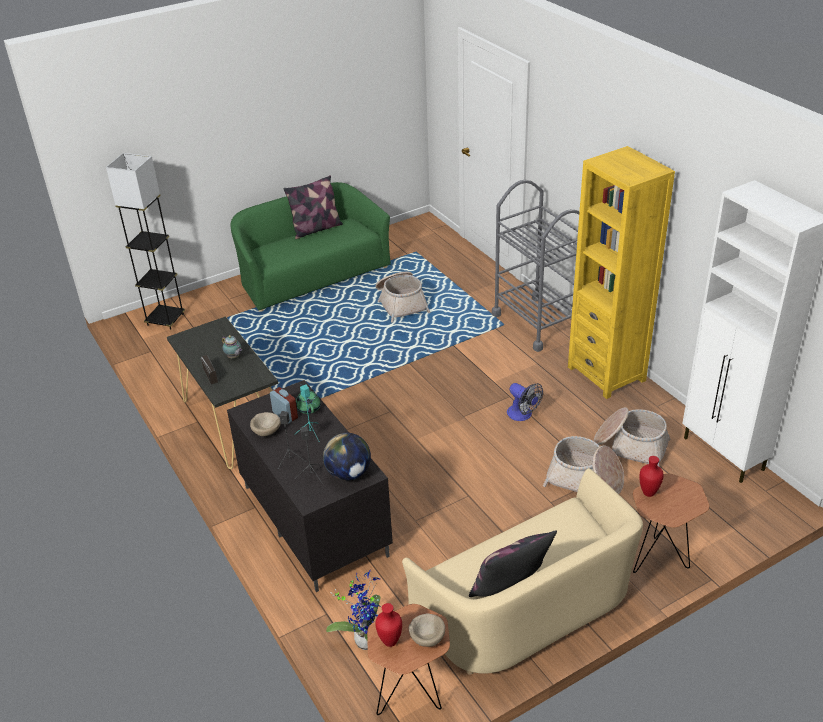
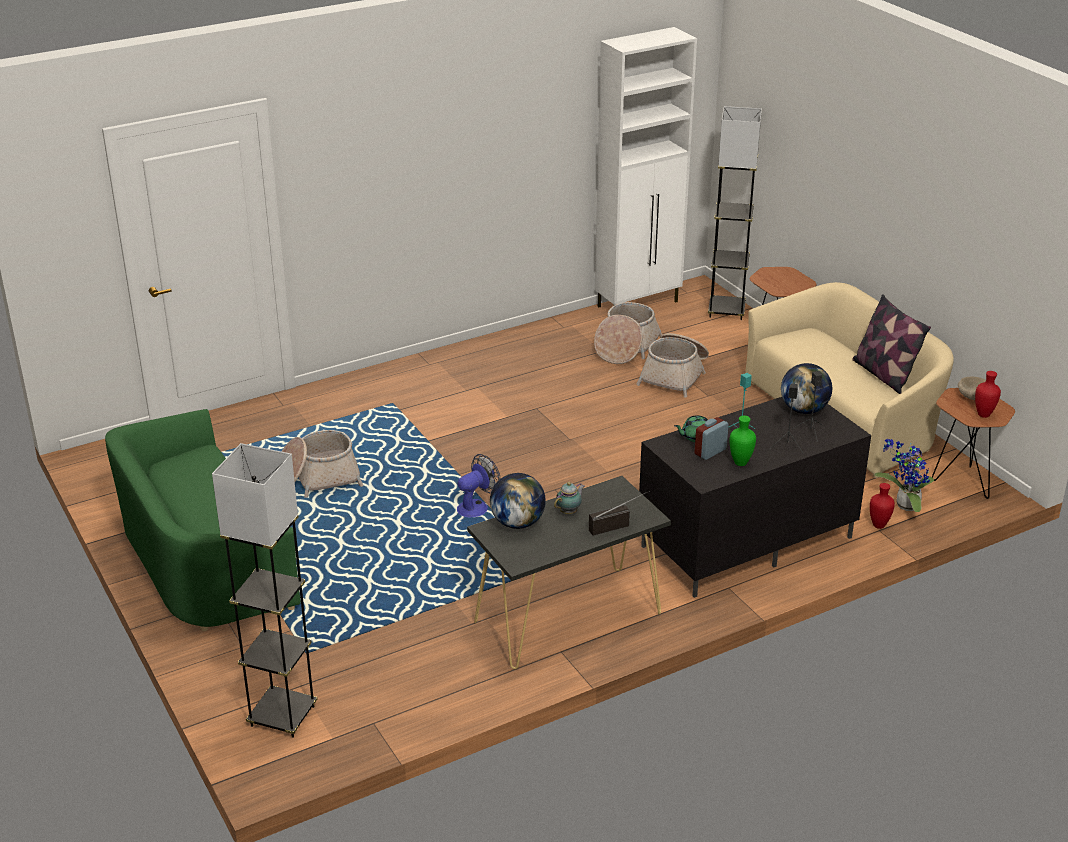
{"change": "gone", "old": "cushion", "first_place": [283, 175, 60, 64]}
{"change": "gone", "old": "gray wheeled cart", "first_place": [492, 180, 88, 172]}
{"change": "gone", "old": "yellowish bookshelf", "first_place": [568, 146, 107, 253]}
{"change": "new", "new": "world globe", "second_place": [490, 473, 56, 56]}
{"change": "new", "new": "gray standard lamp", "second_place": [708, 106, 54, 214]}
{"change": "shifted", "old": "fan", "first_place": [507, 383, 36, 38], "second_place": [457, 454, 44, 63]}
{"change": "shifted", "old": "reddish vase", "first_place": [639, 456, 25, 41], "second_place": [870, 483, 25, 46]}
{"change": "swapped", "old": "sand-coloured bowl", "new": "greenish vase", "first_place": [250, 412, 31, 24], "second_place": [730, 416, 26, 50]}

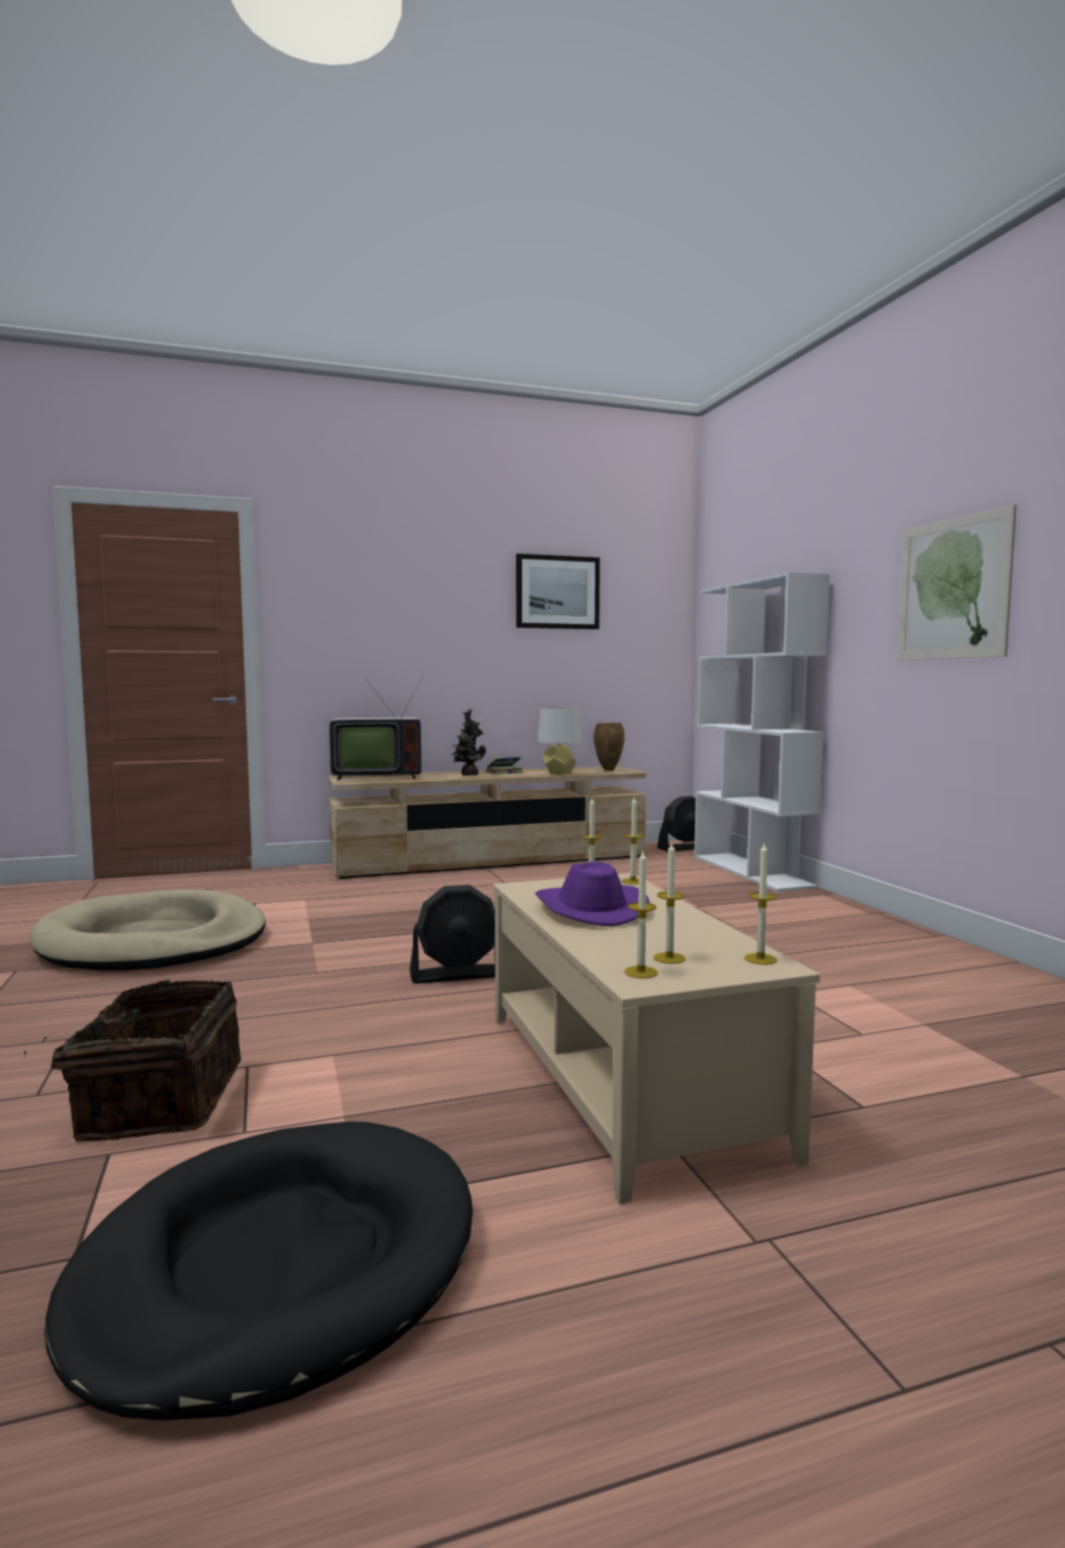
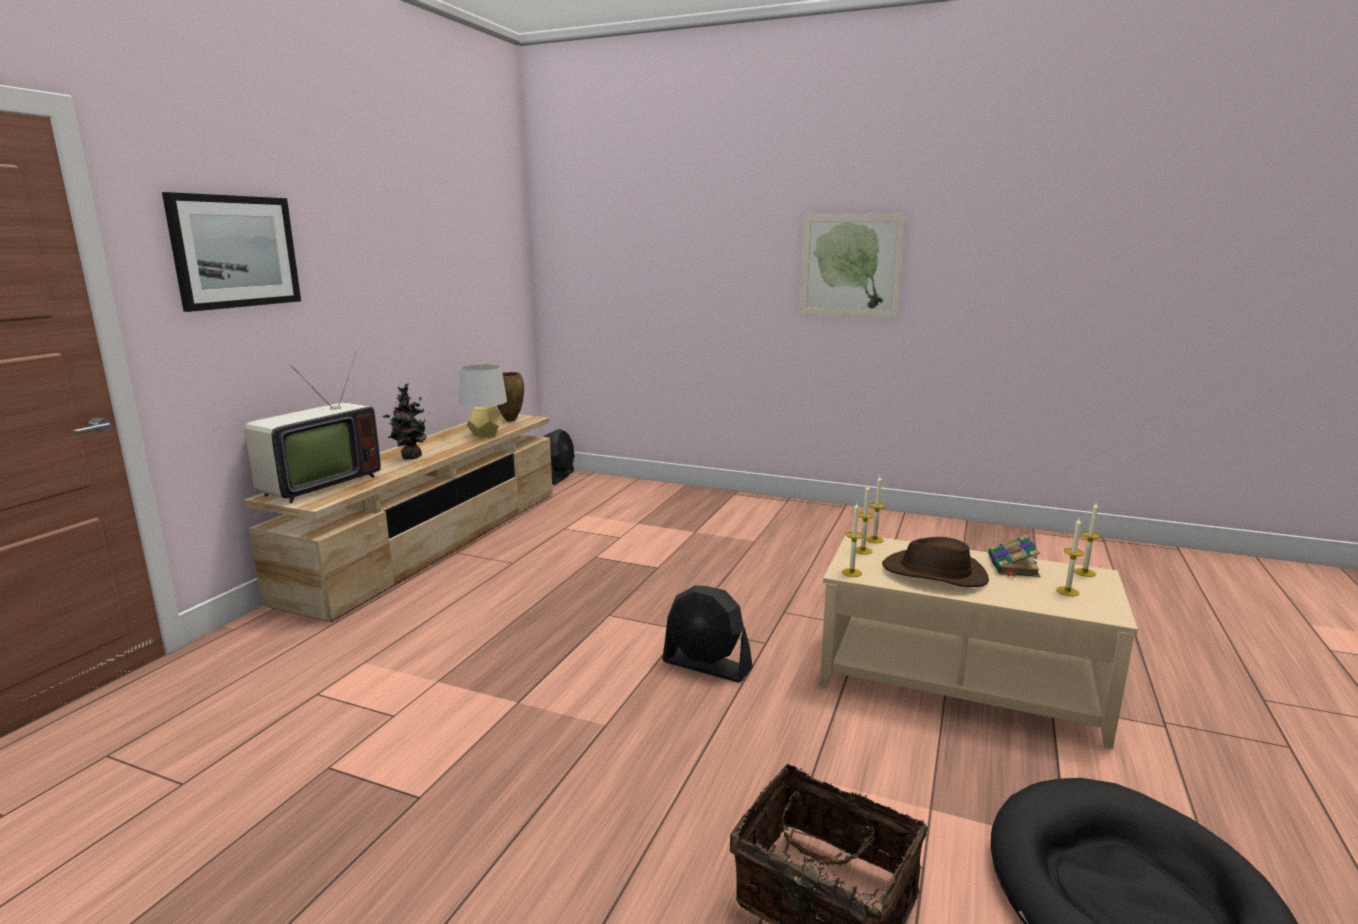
{"change": "gone", "old": "sand-coloured dog bed", "first_place": [29, 890, 237, 81]}
{"change": "gone", "old": "white bookshelf", "first_place": [694, 572, 136, 320]}
{"change": "shifted", "old": "book", "first_place": [485, 757, 38, 17], "second_place": [988, 535, 53, 43]}
{"change": "shifted", "old": "picture", "first_place": [516, 554, 84, 75], "second_place": [162, 192, 139, 120]}
{"change": "shifted", "old": "wax candle", "first_place": [624, 851, 34, 128], "second_place": [842, 503, 21, 74]}
{"change": "repainted", "old": "purplish wearable hat", "new": "brownish wearable hat", "first_place": [535, 862, 115, 64], "second_place": [882, 537, 107, 50]}
{"change": "rotated", "old": "black-coloured fan", "first_place": [409, 885, 86, 99], "second_place": [662, 585, 91, 97], "degrees": 90}

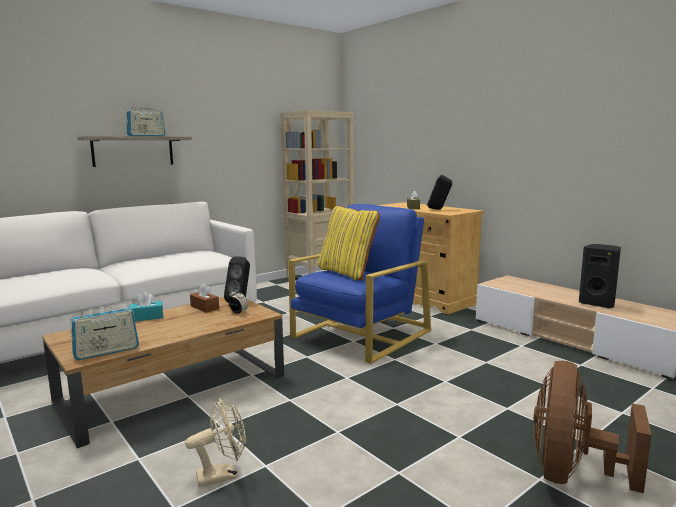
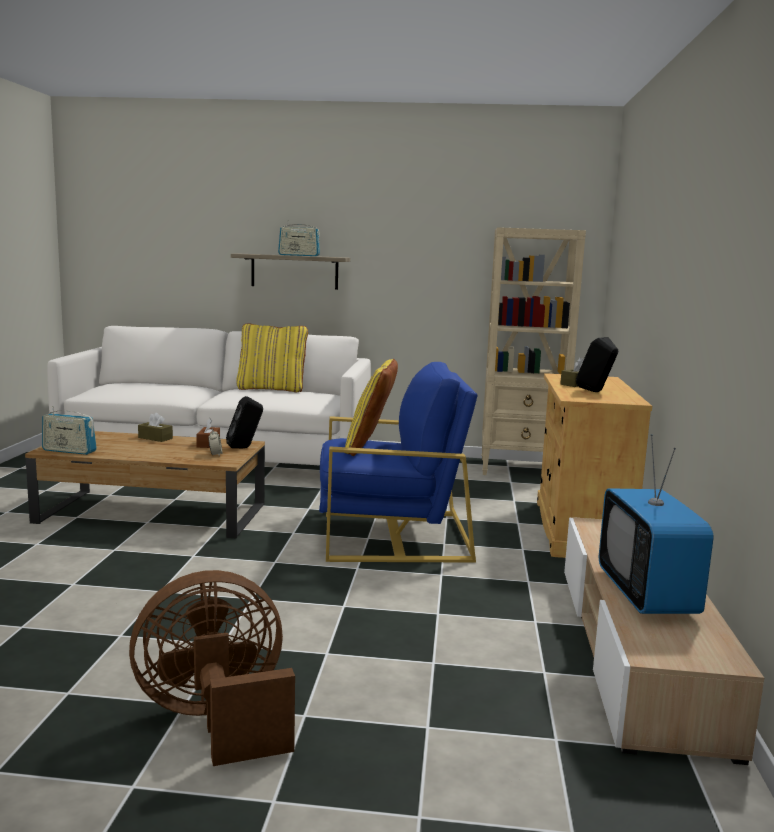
{"change": "gone", "old": "sand-coloured fan", "first_place": [185, 398, 61, 89]}
{"change": "new", "new": "yellowish cushion", "second_place": [236, 323, 72, 69]}
{"change": "swapped", "old": "black-coloured loudspeaker", "new": "TV", "first_place": [579, 244, 42, 64], "second_place": [599, 434, 115, 180]}
{"change": "repainted", "old": "blue-green tissue holder", "new": "brownish tissue holder", "first_place": [129, 292, 34, 29], "second_place": [138, 412, 35, 30]}

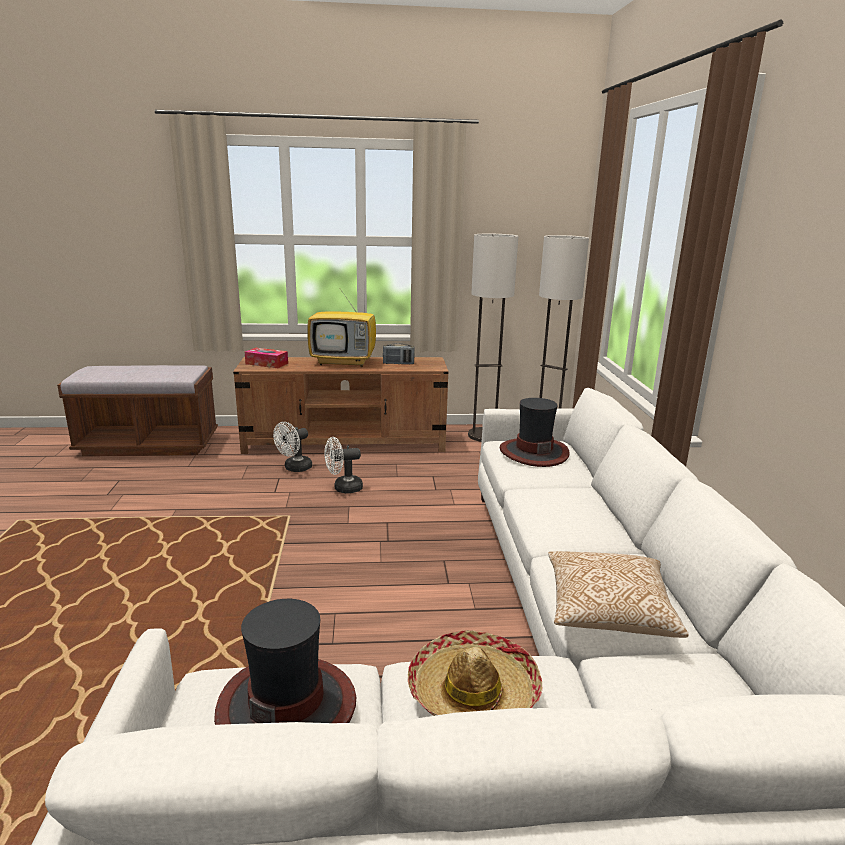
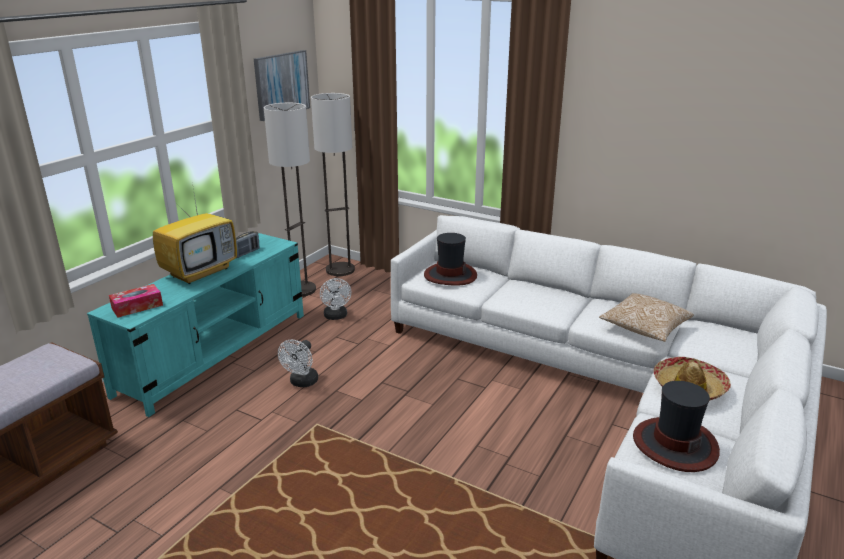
{"change": "new", "new": "picture", "second_place": [254, 50, 56, 71]}
{"change": "shifted", "old": "white fan", "first_place": [273, 422, 39, 50], "second_place": [320, 278, 31, 42]}
{"change": "repainted", "old": "brownish tv stand", "new": "blue-green tv stand", "first_place": [233, 357, 216, 97], "second_place": [87, 233, 217, 184]}

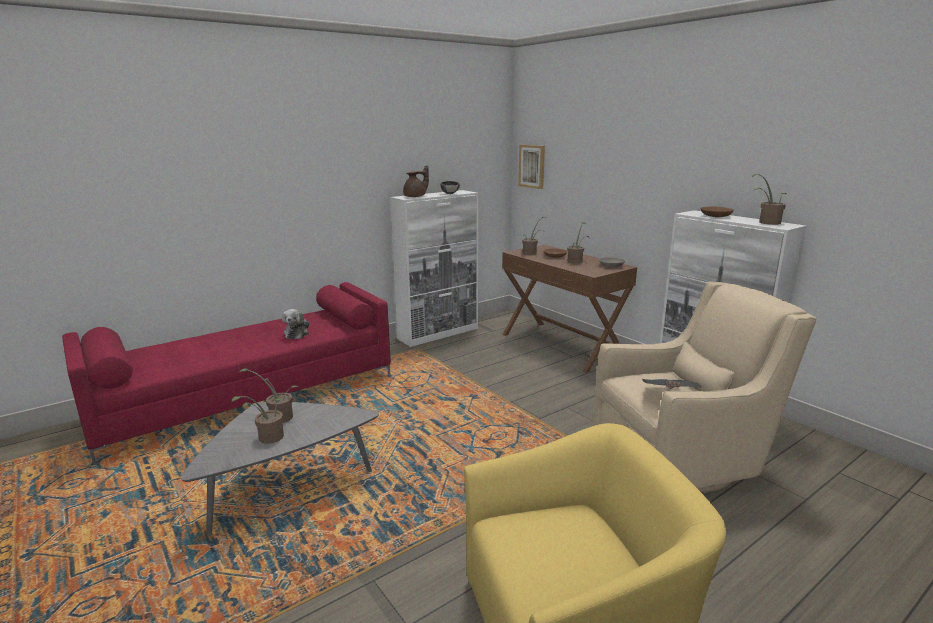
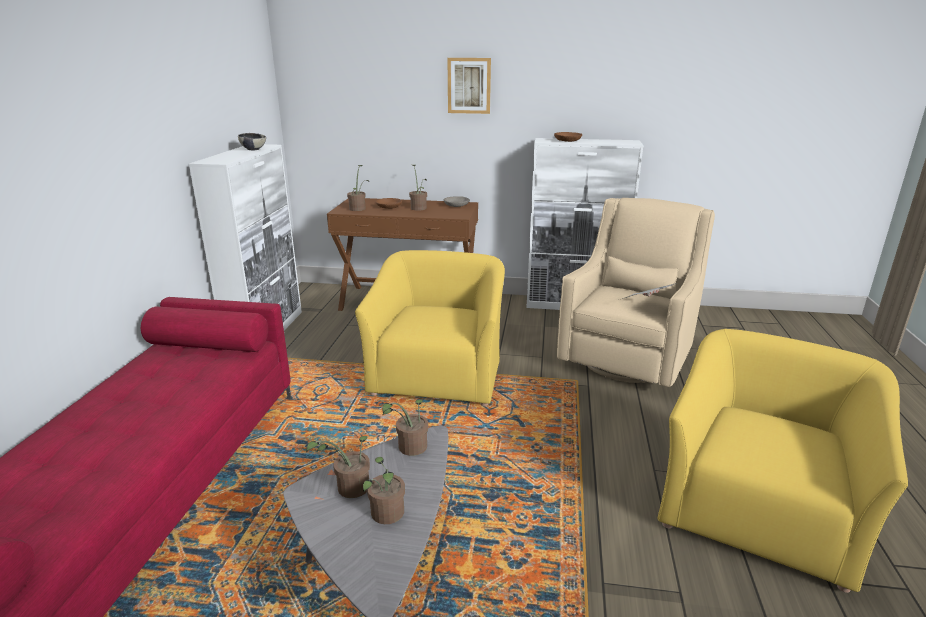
{"change": "gone", "old": "cuddly toy", "first_place": [282, 309, 27, 30]}
{"change": "gone", "old": "brownish pot for tea", "first_place": [403, 165, 26, 32]}
{"change": "new", "new": "yellowish lounge chair", "second_place": [355, 250, 150, 156]}
{"change": "shifted", "old": "picture", "first_place": [518, 145, 27, 44], "second_place": [448, 58, 43, 56]}
{"change": "shifted", "old": "houseplant", "first_place": [752, 174, 34, 51], "second_place": [382, 400, 46, 56]}

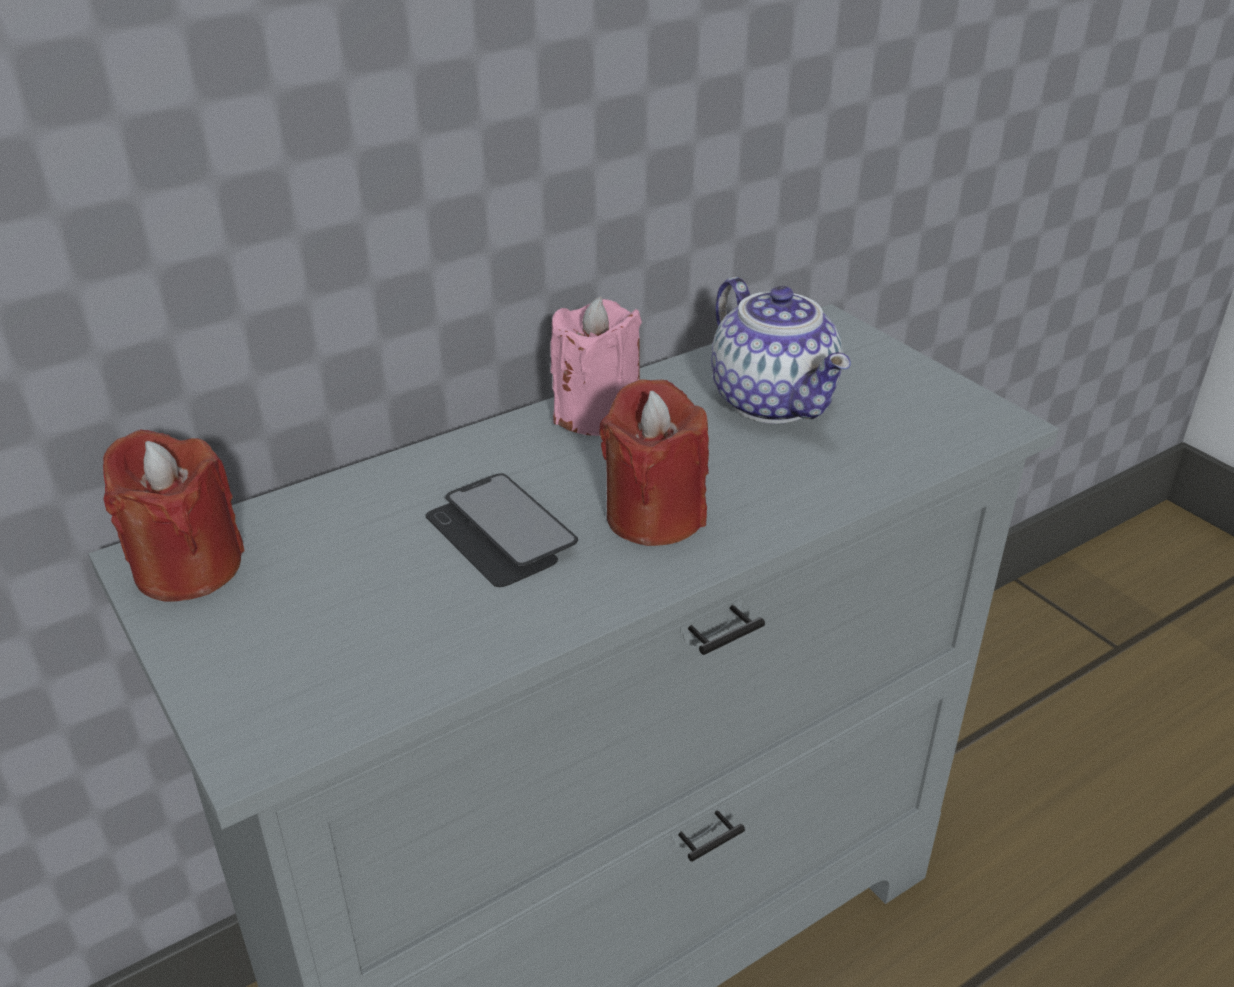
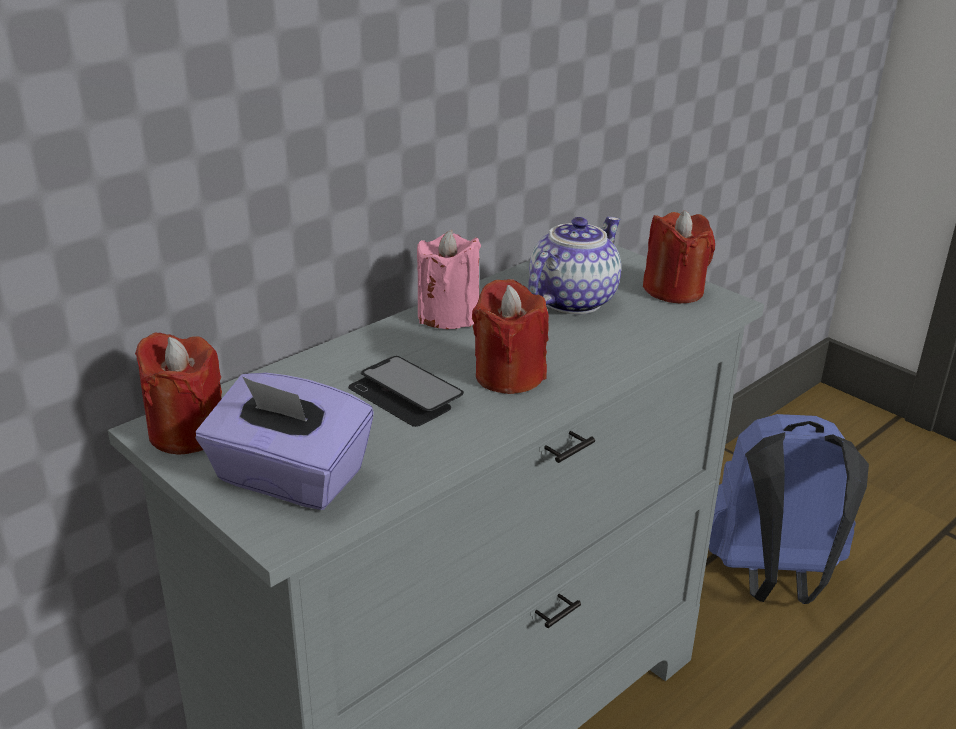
{"change": "new", "new": "purplish tissue holder", "second_place": [195, 372, 179, 138]}
{"change": "new", "new": "reddish wax candle", "second_place": [643, 210, 72, 93]}
{"change": "new", "new": "blue-coloured backpack", "second_place": [709, 414, 160, 190]}
{"change": "rotated", "old": "pot for tea", "first_place": [711, 277, 140, 147], "second_place": [528, 217, 93, 97], "degrees": -105}

